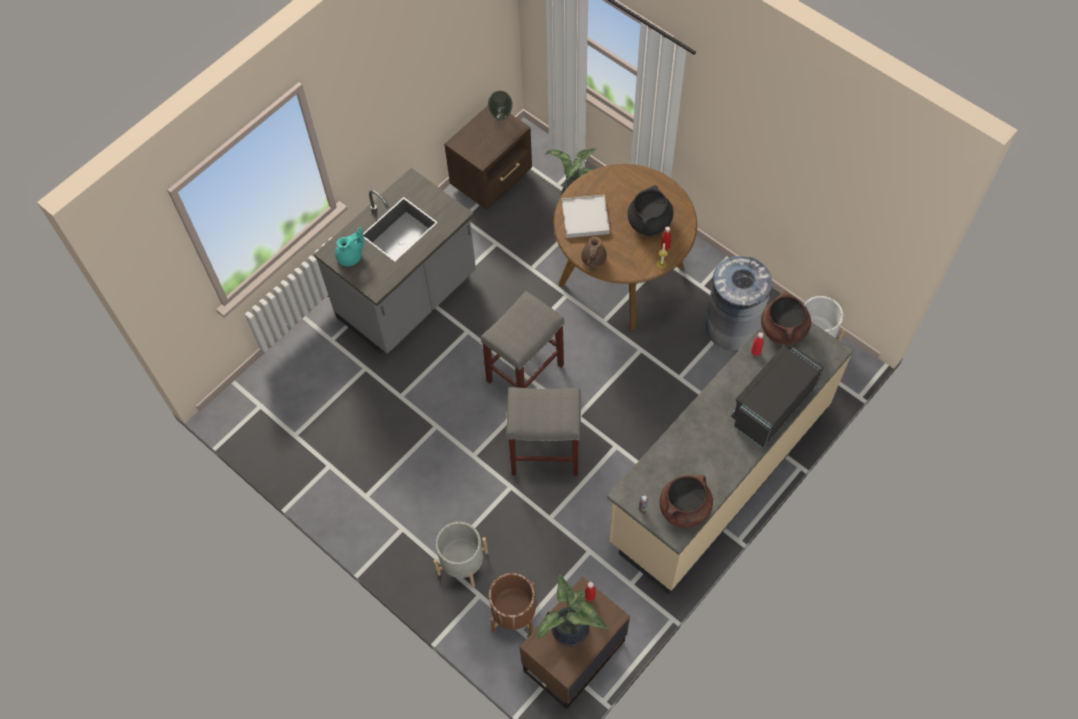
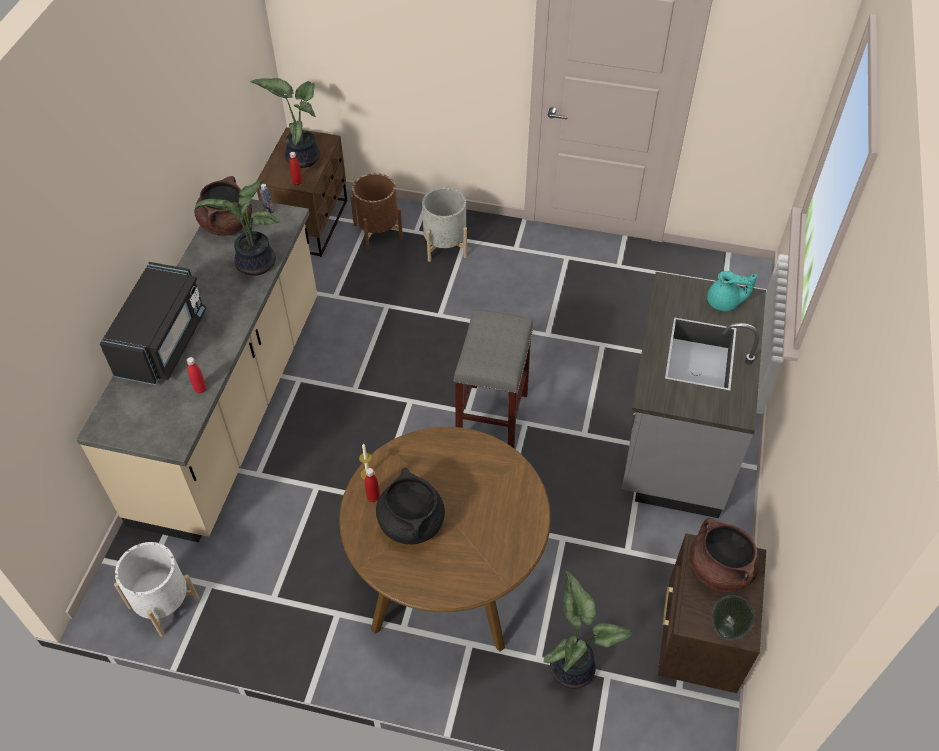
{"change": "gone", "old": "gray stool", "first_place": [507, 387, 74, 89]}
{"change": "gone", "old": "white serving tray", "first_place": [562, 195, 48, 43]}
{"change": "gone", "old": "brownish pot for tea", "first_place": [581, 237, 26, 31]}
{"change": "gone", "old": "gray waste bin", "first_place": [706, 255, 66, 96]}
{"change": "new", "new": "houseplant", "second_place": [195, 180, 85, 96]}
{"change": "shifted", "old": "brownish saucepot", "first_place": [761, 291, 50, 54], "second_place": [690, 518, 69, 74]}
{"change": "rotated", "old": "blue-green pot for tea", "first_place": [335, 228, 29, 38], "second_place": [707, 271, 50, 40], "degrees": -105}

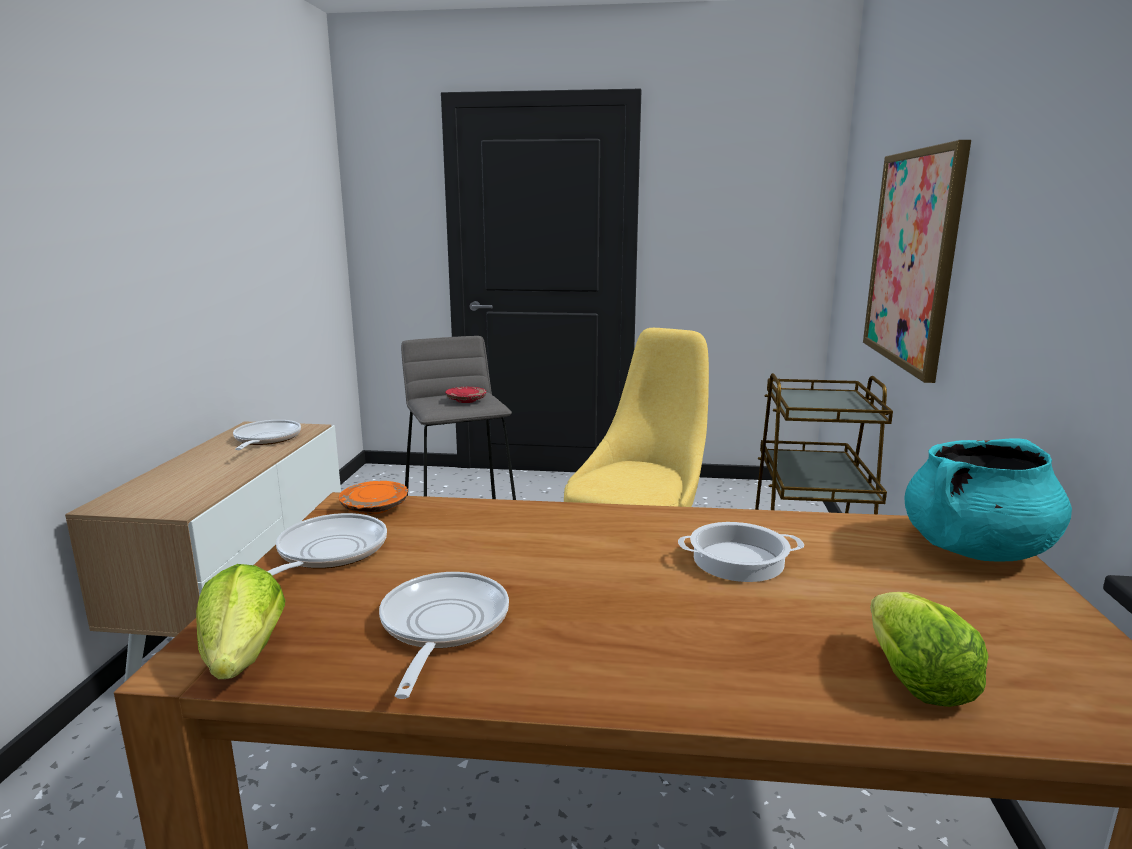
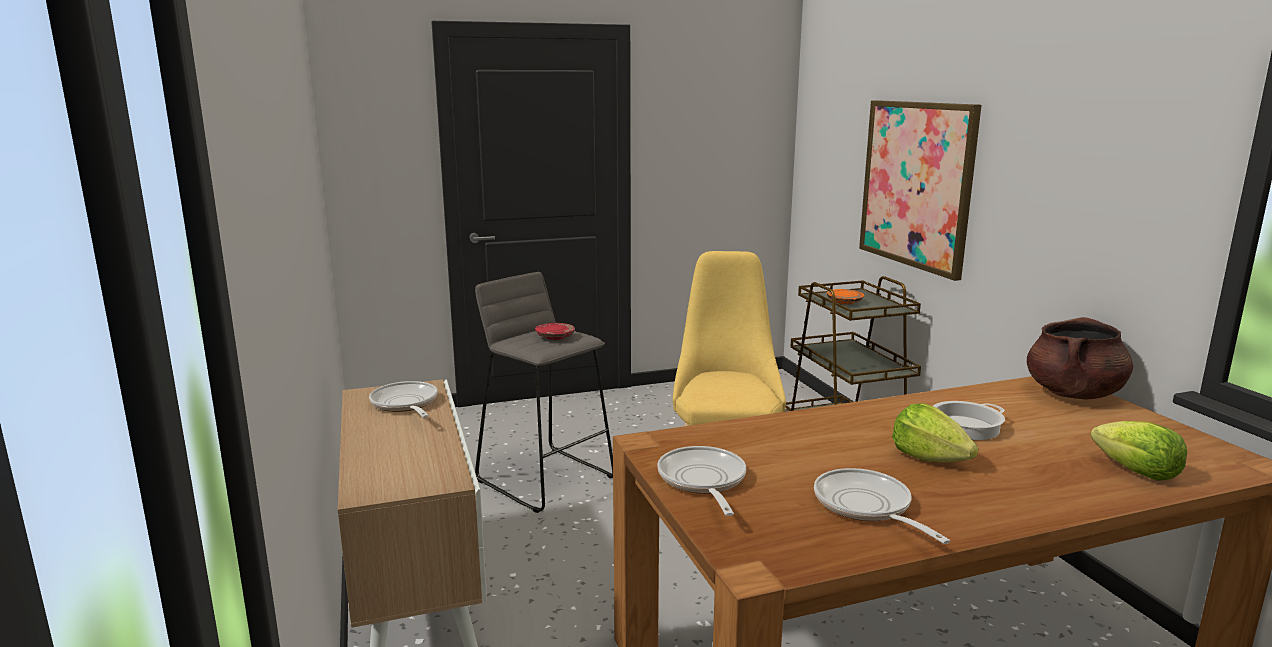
{"change": "shifted", "old": "head of lettuce", "first_place": [196, 564, 89, 115], "second_place": [892, 404, 86, 59]}
{"change": "shifted", "old": "orange plate", "first_place": [339, 481, 69, 33], "second_place": [827, 289, 37, 15]}
{"change": "repainted", "old": "blue-green saucepot", "new": "brownish saucepot", "first_place": [905, 438, 167, 124], "second_place": [1027, 317, 106, 82]}

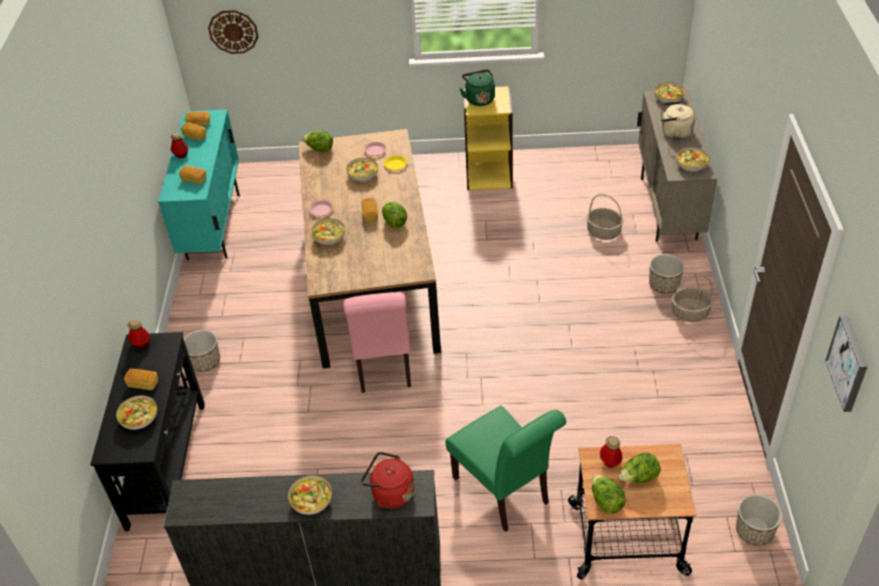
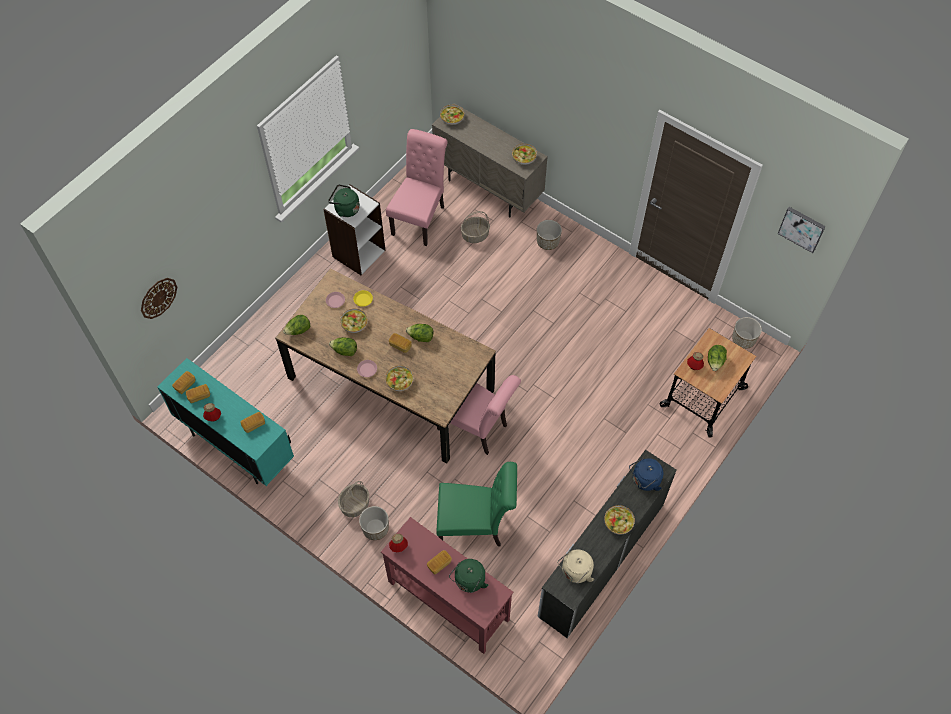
{"change": "new", "new": "pinkish upright chair", "second_place": [386, 129, 62, 117]}
{"change": "shifted", "old": "greenish upright chair", "first_place": [445, 406, 121, 126], "second_place": [436, 462, 81, 84]}
{"change": "shifted", "old": "head of lettuce", "first_place": [592, 474, 34, 40], "second_place": [329, 337, 28, 19]}
{"change": "shifted", "old": "sand-coloured water kettle", "first_place": [661, 101, 34, 39], "second_place": [557, 549, 37, 34]}
{"change": "shifted", "old": "basket", "first_place": [672, 275, 41, 47], "second_place": [338, 481, 31, 36]}
{"change": "swapped", "old": "bowl", "new": "greenish water kettle", "first_place": [116, 395, 41, 35], "second_place": [449, 559, 39, 34]}
{"change": "repainted", "old": "black-coloured console table", "new": "reddish console table", "first_place": [90, 332, 115, 199], "second_place": [381, 517, 132, 137]}
{"change": "repainted", "old": "reddish water kettle", "new": "blue-coloured water kettle", "first_place": [361, 452, 53, 56], "second_place": [629, 458, 35, 33]}
{"change": "repainted", "old": "yellowish bookshelf", "new": "white bookshelf", "first_place": [463, 86, 50, 105], "second_place": [323, 184, 63, 91]}

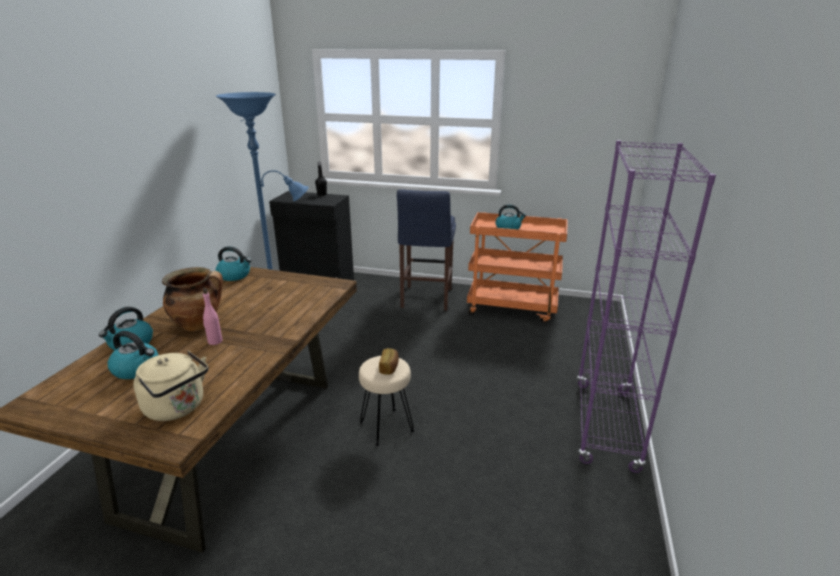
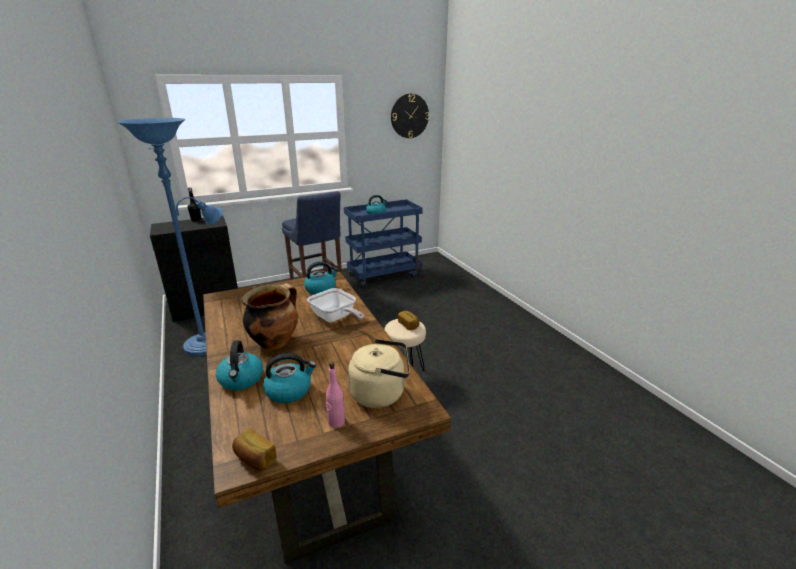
{"change": "gone", "old": "purplish bookshelf", "first_place": [577, 140, 139, 333]}
{"change": "new", "new": "bread", "second_place": [232, 428, 45, 43]}
{"change": "new", "new": "frying pan", "second_place": [307, 288, 57, 34]}
{"change": "new", "new": "clock on the wall", "second_place": [391, 94, 38, 44]}
{"change": "shifted", "old": "pinkish bottle", "first_place": [203, 288, 20, 57], "second_place": [326, 362, 19, 66]}
{"change": "shifted", "old": "water kettle", "first_place": [216, 246, 36, 35], "second_place": [304, 261, 35, 34]}
{"change": "repainted", "old": "orange wheeled cart", "new": "blue-coloured wheeled cart", "first_place": [467, 212, 101, 112], "second_place": [344, 199, 79, 89]}

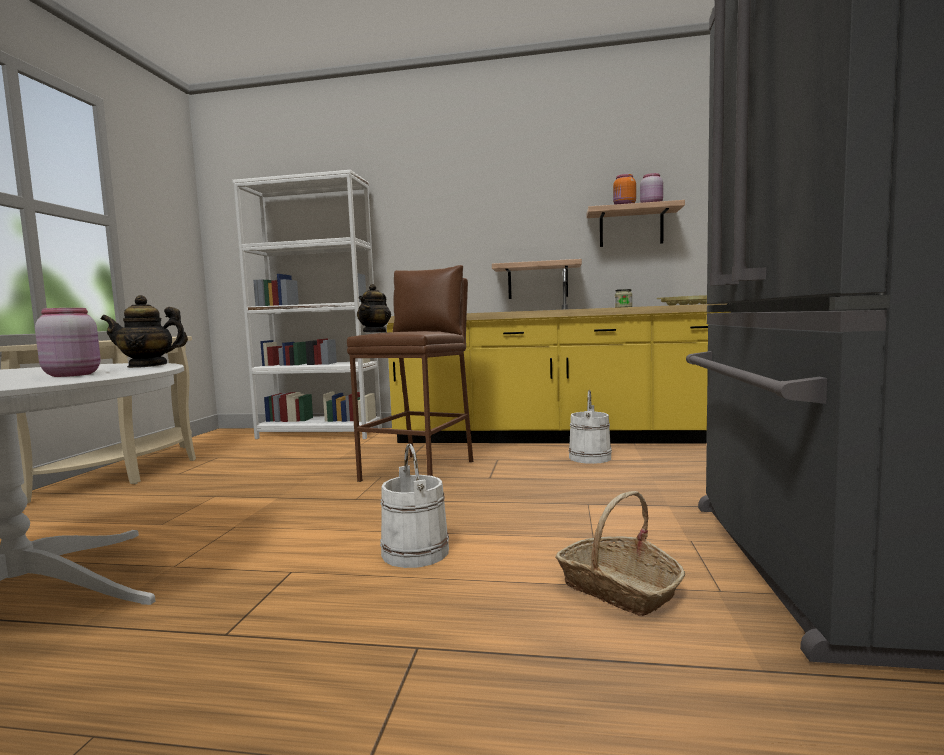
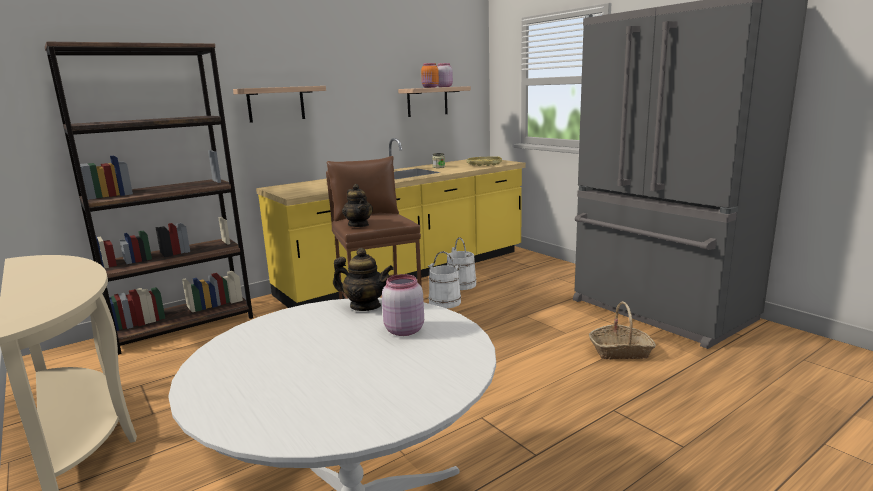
{"change": "shifted", "old": "white bucket", "first_place": [380, 444, 69, 124], "second_place": [428, 251, 33, 58]}
{"change": "shifted", "old": "wall shelf", "first_place": [492, 259, 90, 40], "second_place": [233, 86, 93, 37]}
{"change": "repainted", "old": "white bookshelf", "new": "brownish bookshelf", "first_place": [232, 170, 150, 269], "second_place": [45, 42, 208, 313]}
{"change": "rotated", "old": "pot for tea", "first_place": [101, 295, 87, 73], "second_place": [333, 248, 60, 63], "degrees": -105}

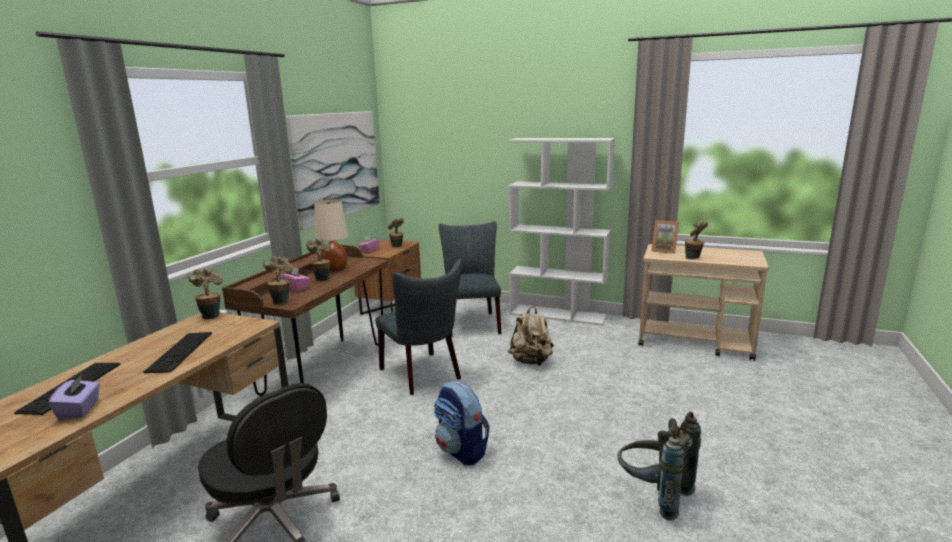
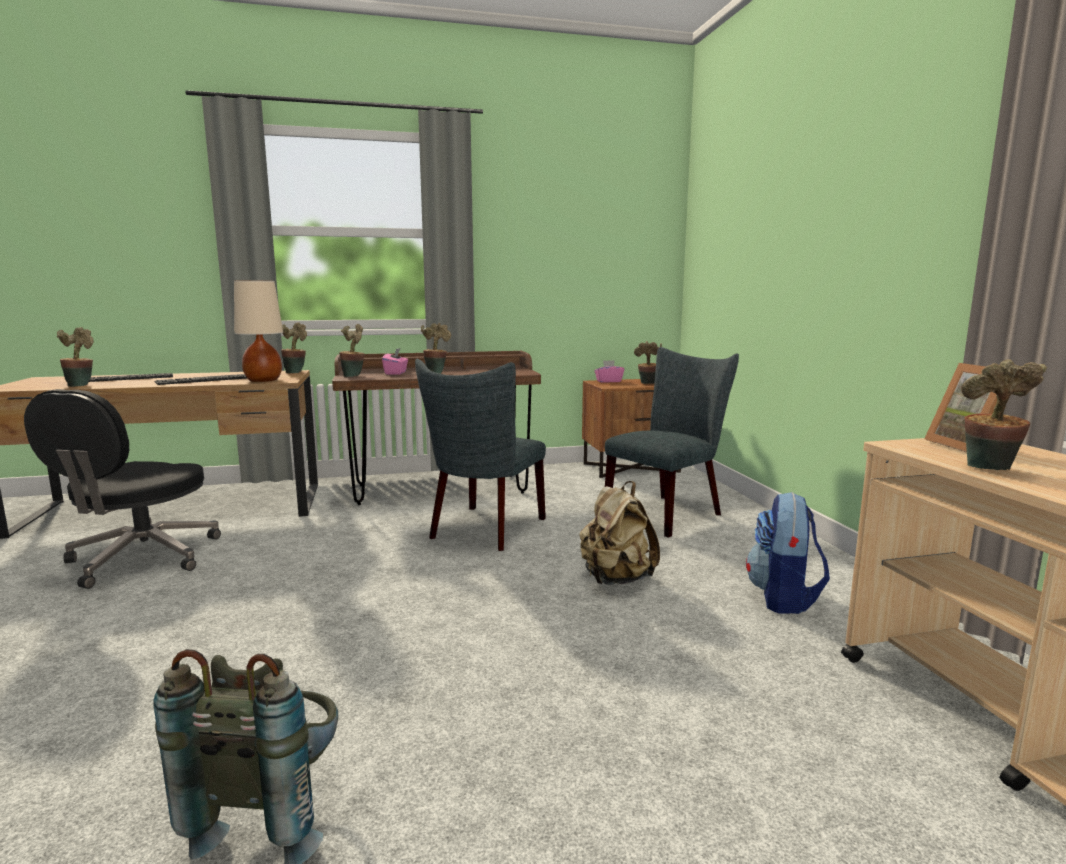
{"change": "gone", "old": "picture", "first_place": [286, 111, 94, 119]}
{"change": "gone", "old": "white bookshelf", "first_place": [508, 138, 107, 187]}
{"change": "shifted", "old": "sand-coloured tabletop lamp", "first_place": [314, 199, 34, 73], "second_place": [234, 281, 49, 101]}
{"change": "shifted", "old": "backpack", "first_place": [434, 381, 56, 84], "second_place": [746, 492, 84, 122]}
{"change": "swapped", "old": "purplish tissue holder", "new": "houseplant", "first_place": [48, 375, 52, 45], "second_place": [57, 327, 37, 60]}

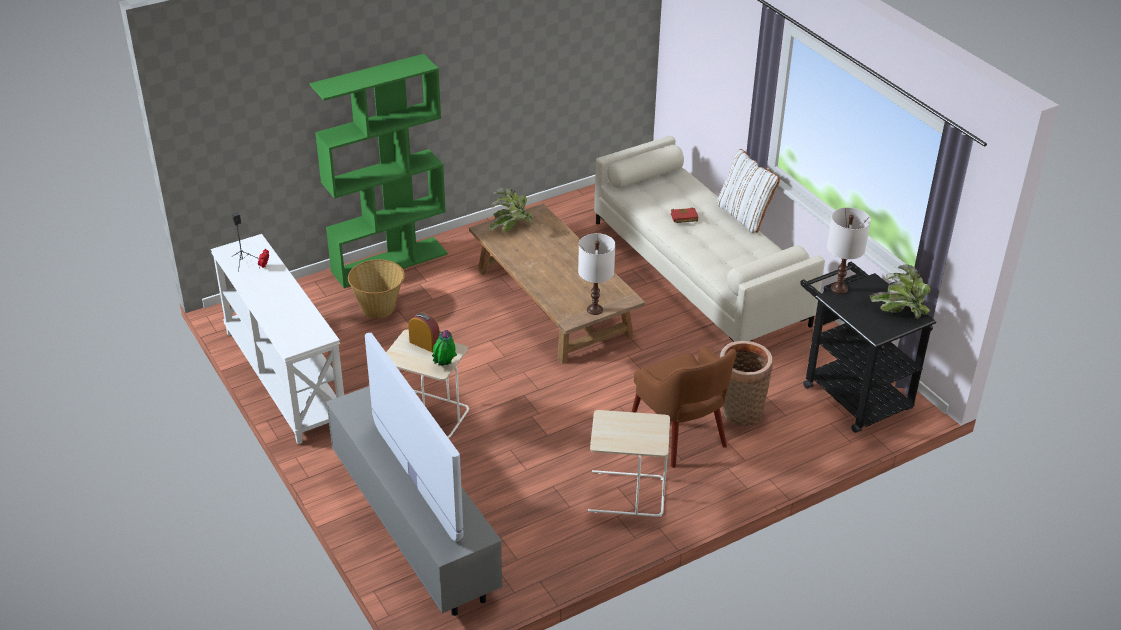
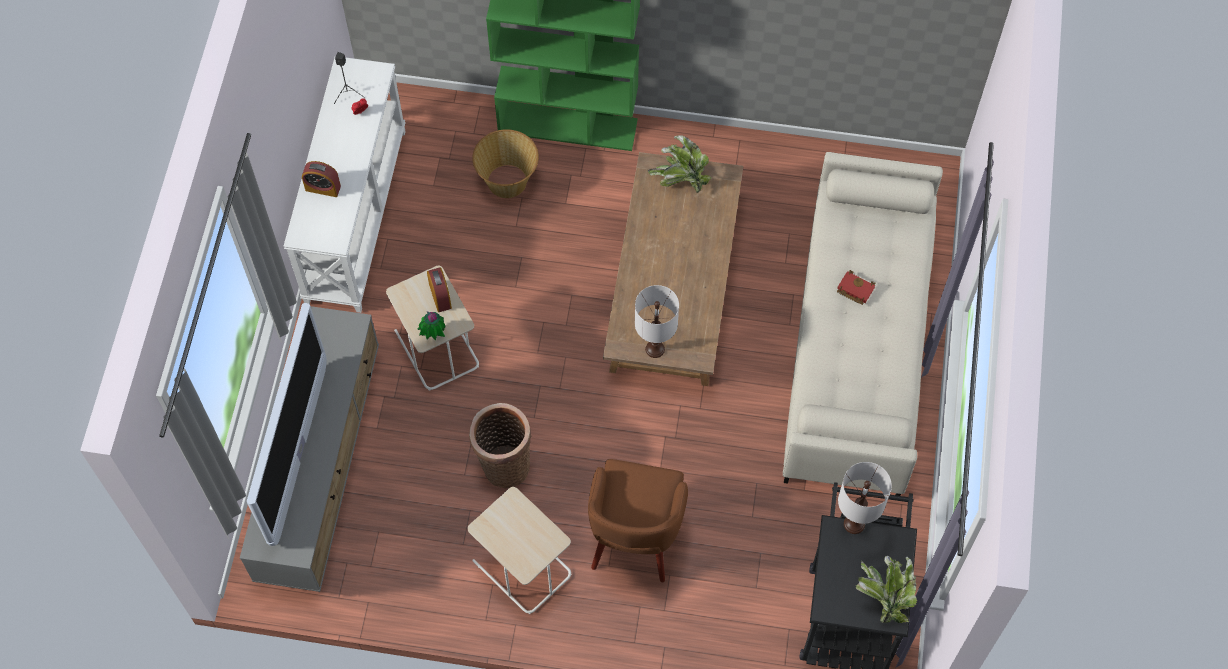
{"change": "gone", "old": "white cushion", "first_place": [717, 149, 63, 84]}
{"change": "new", "new": "alarm clock", "second_place": [302, 161, 39, 36]}
{"change": "shifted", "old": "basket", "first_place": [720, 341, 53, 85], "second_place": [469, 403, 63, 85]}

